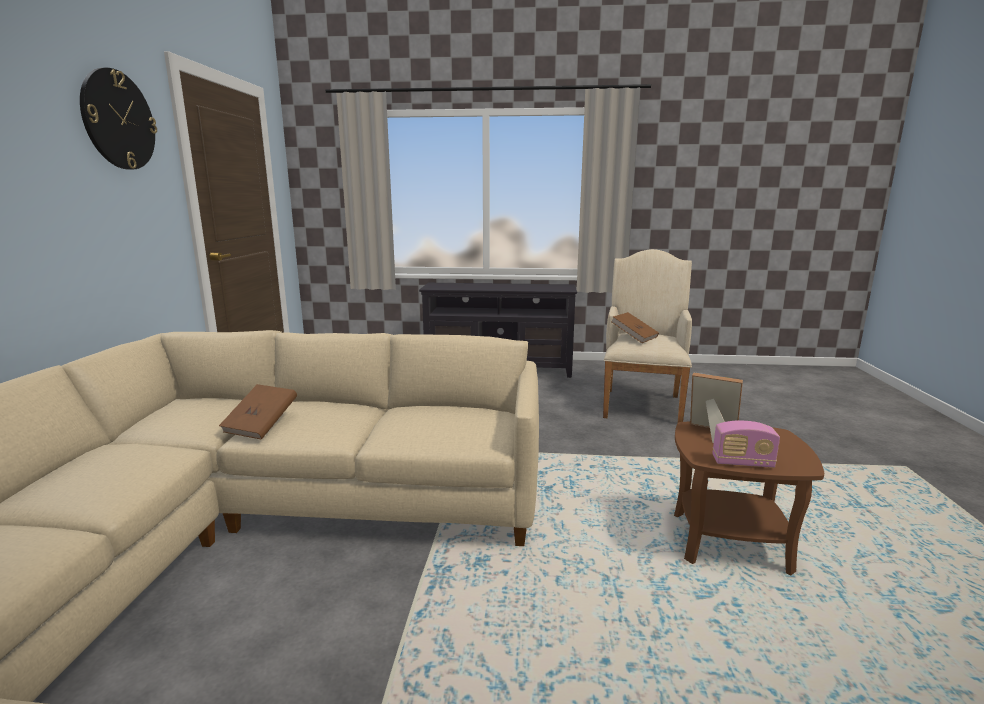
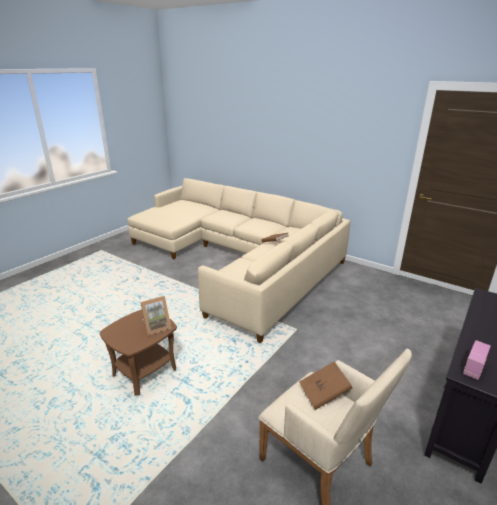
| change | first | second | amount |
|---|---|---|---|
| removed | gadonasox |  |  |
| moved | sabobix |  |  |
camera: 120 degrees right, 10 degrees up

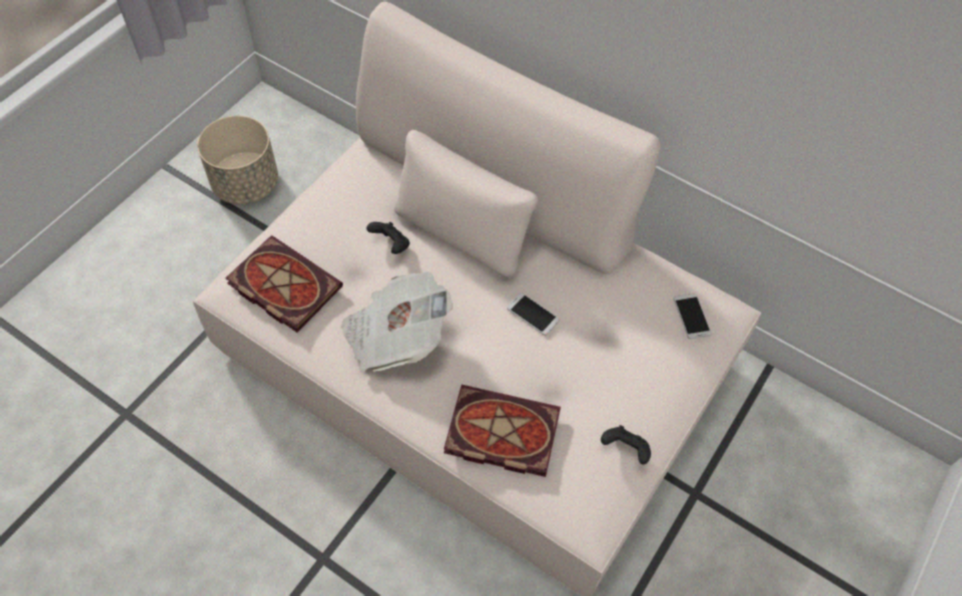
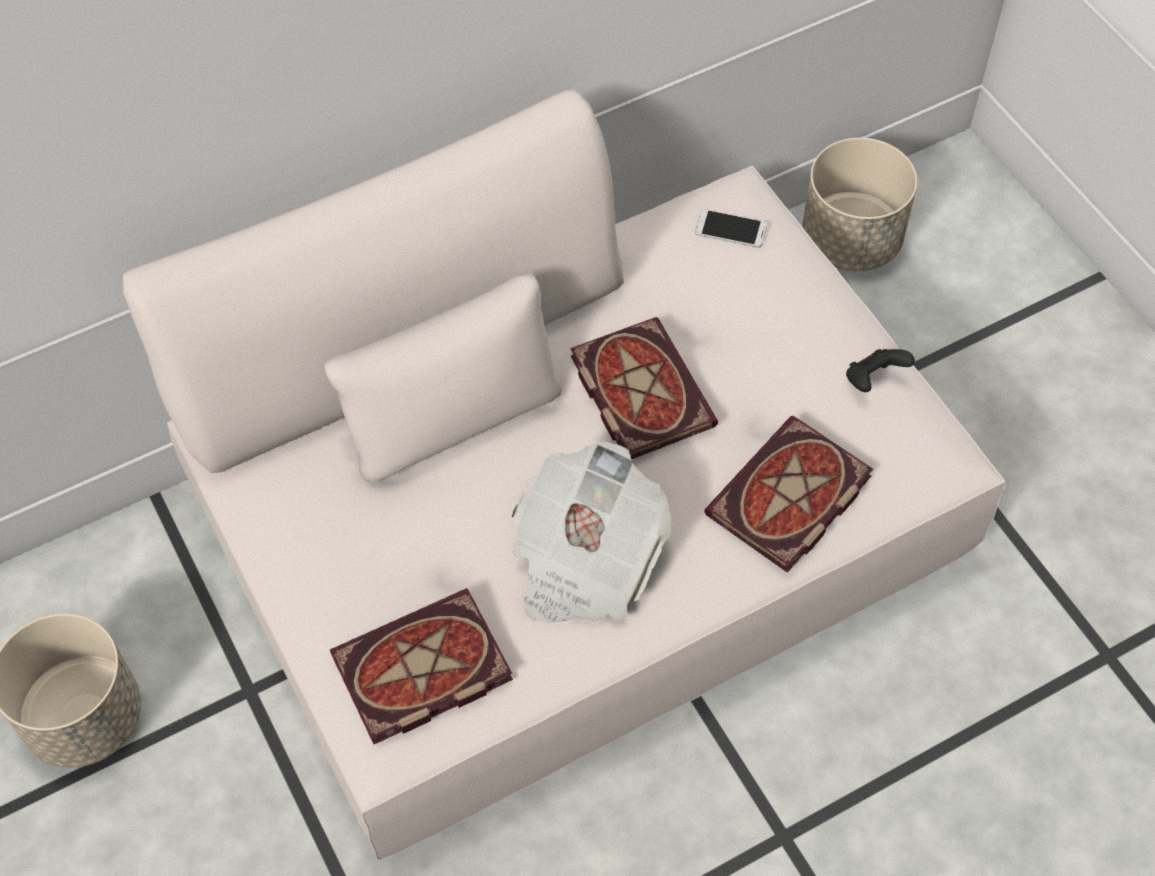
| change | first | second | amount |
|---|---|---|---|
| removed | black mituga (1st from left) |  |  |
| added |  | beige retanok (2nd from left) |  |
| replaced | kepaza (1st from left) | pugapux (2nd from left) |  |
camera: 60 degrees left, 0 degrees up

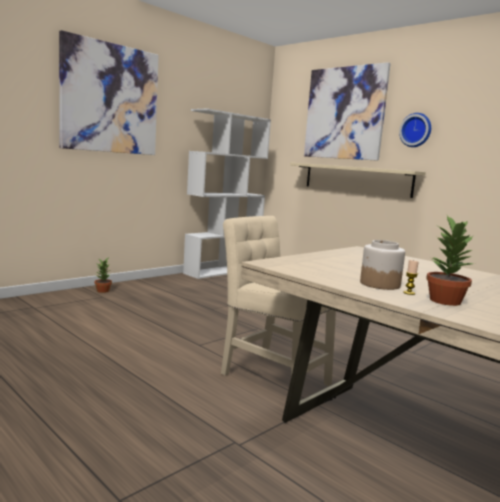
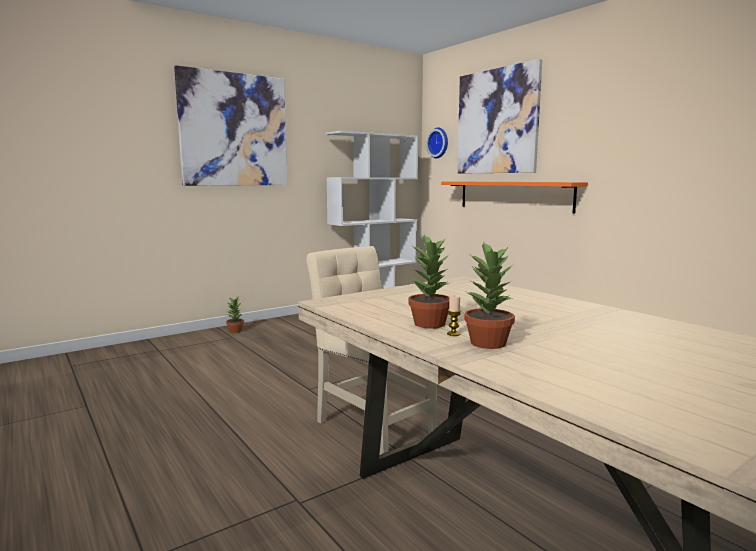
| change | first | second | amount |
|---|---|---|---|
| moved | gadonasox |  |  |
| replaced | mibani | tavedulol (2nd from left) |  |
| recoloured | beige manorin | orange manorin |  |
camera: 10 degrees right, 0 degrees up

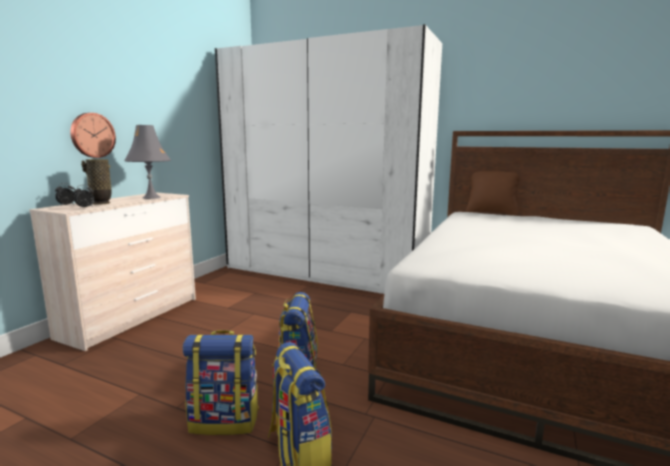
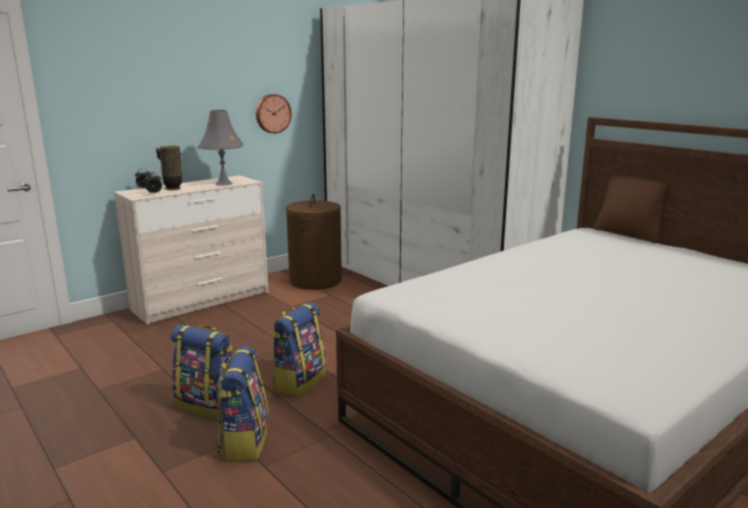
| change | first | second | amount |
|---|---|---|---|
| added |  | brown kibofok |  |
| moved | gadonasox |  |  |
camera: 25 degrees right, 5 degrees up

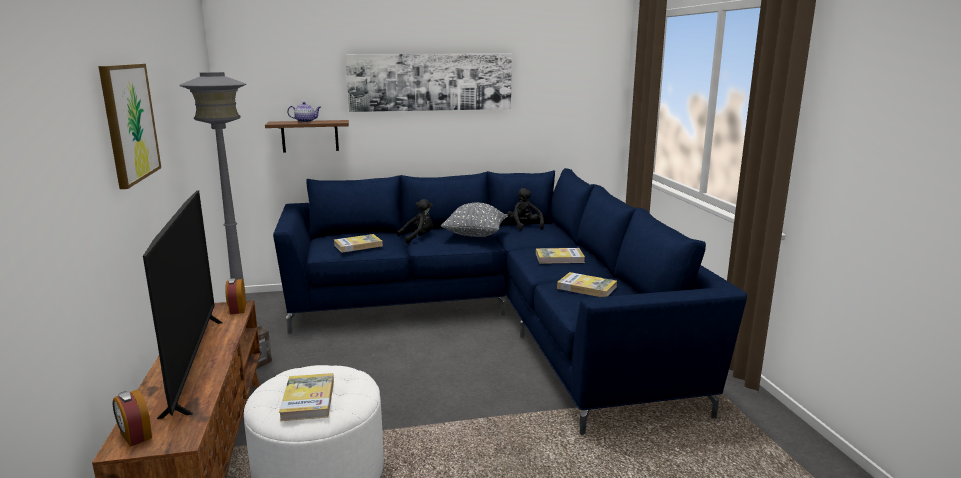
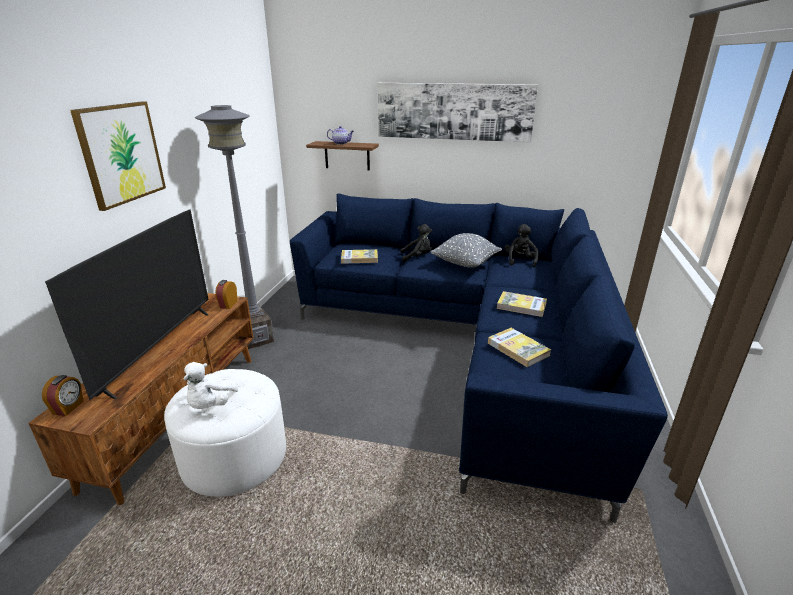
| change | first | second | amount |
|---|---|---|---|
| replaced | pugapux (1st from left) | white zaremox |  |
| turned | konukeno (1st from left) |  | 150 degrees counterclockwise |
camera: 25 degrees right, 10 degrees up

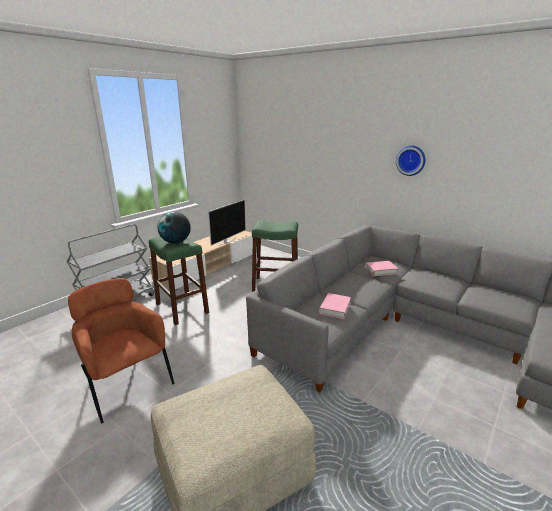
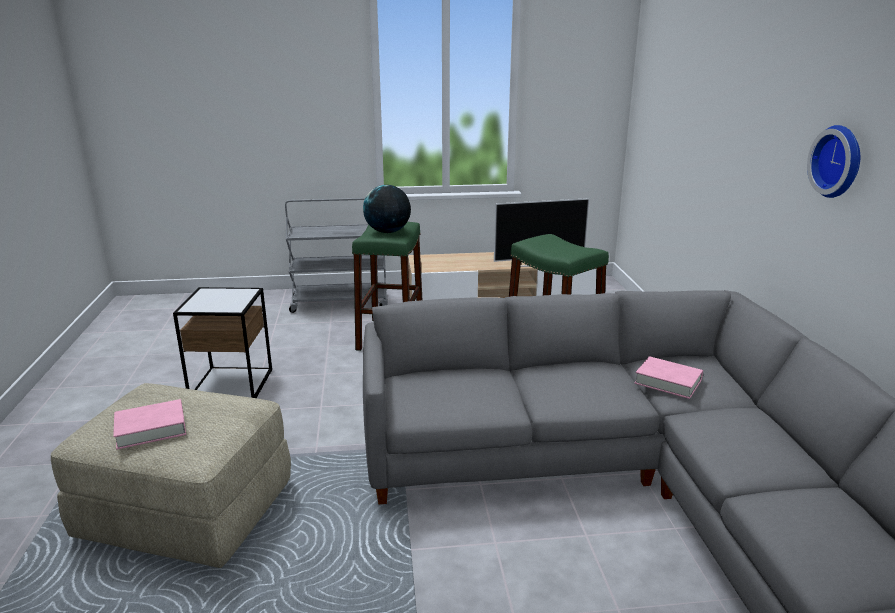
| change | first | second | amount |
|---|---|---|---|
| moved | pink pugapux (1st from left) |  |  |
| replaced | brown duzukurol | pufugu |  |
camera: 45 degrees right, 0 degrees up

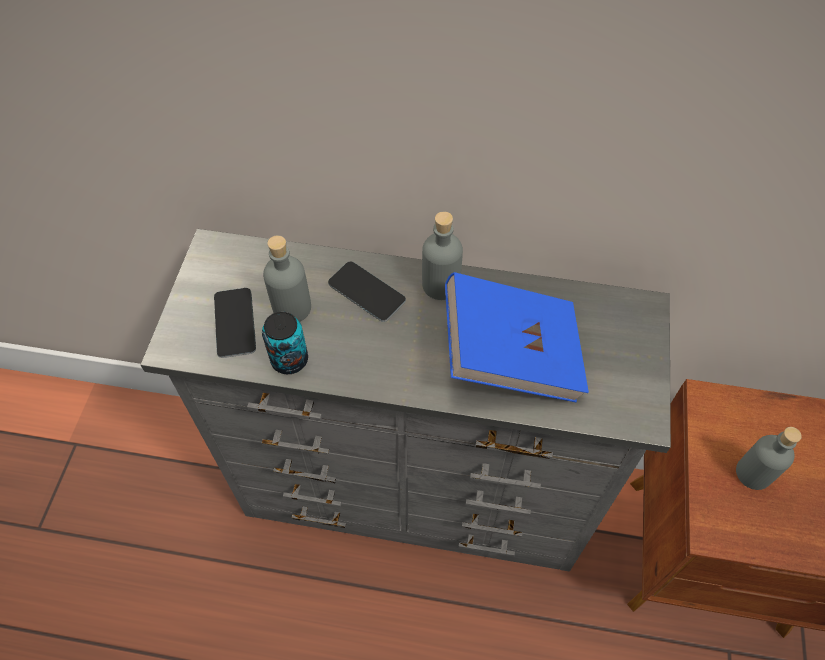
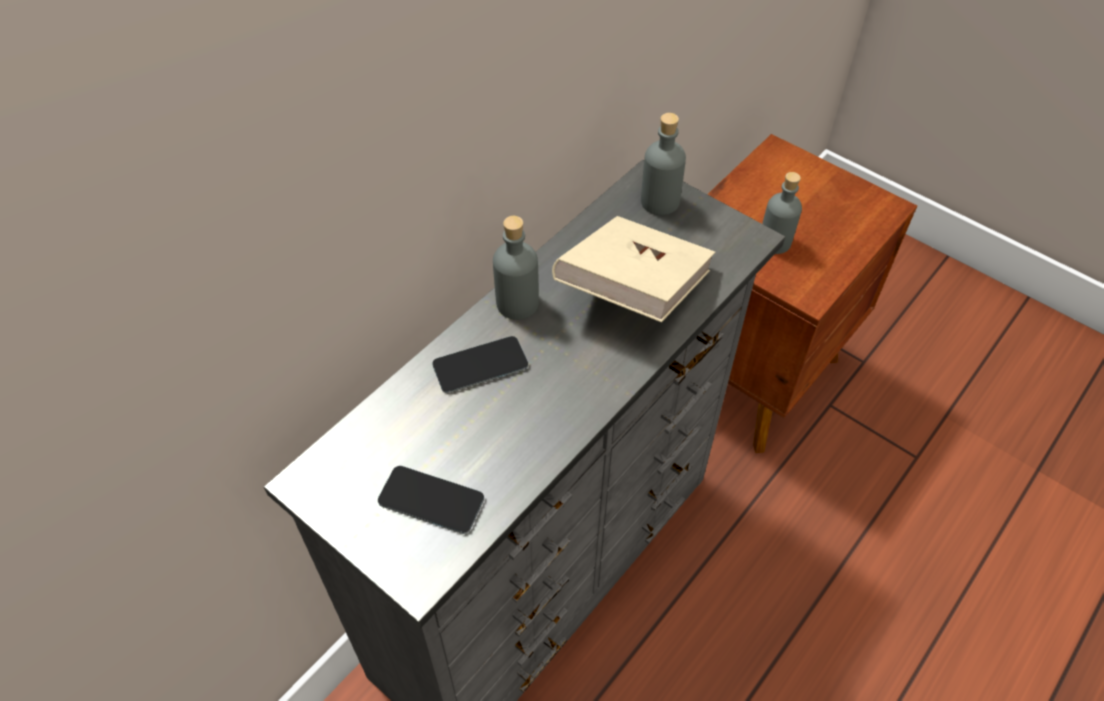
| change | first | second | amount |
|---|---|---|---|
| removed | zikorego |  |  |
| moved | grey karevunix (1st from left in the first image) | grey karevunix (2nd from left) |  |
| recoloured | blue pugapux | beige pugapux |  |
camera: 60 degrees left, 5 degrees down

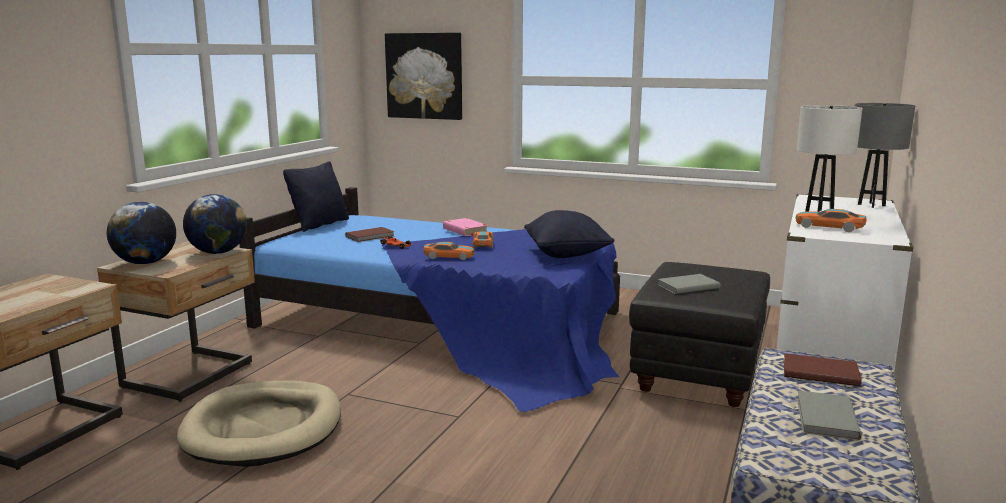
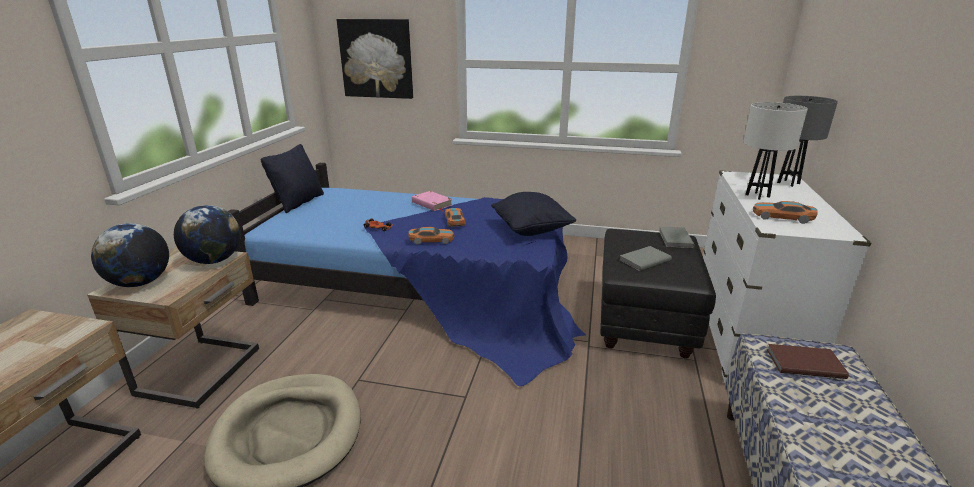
| change | first | second | amount |
|---|---|---|---|
| removed | brown pugapux (1st from left) |  |  |
| moved | grey pugapux (2nd from left) |  |  |
camera: 10 degrees left, 10 degrees up

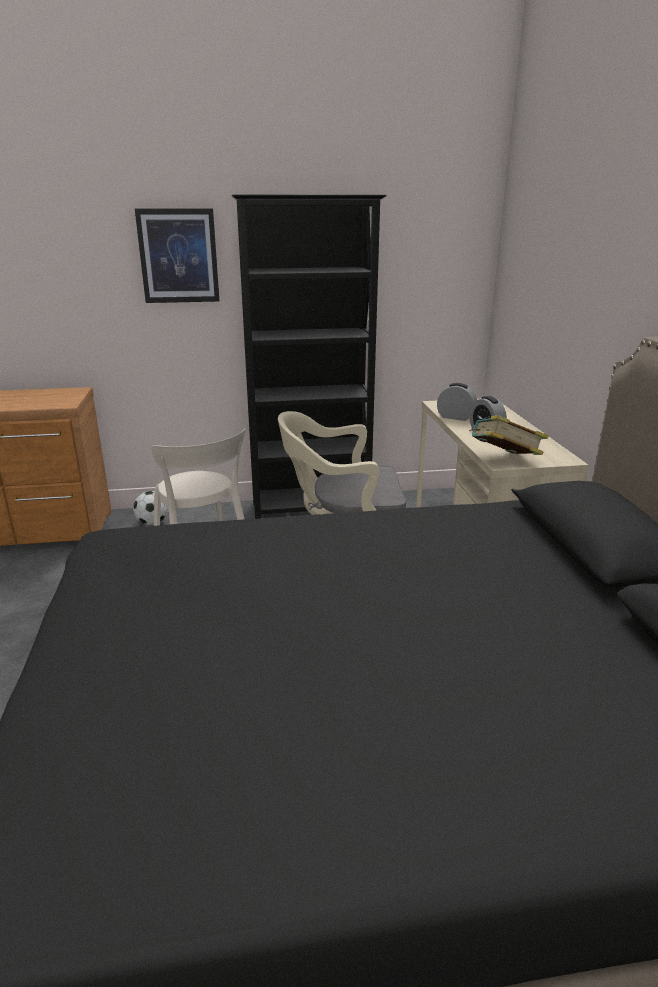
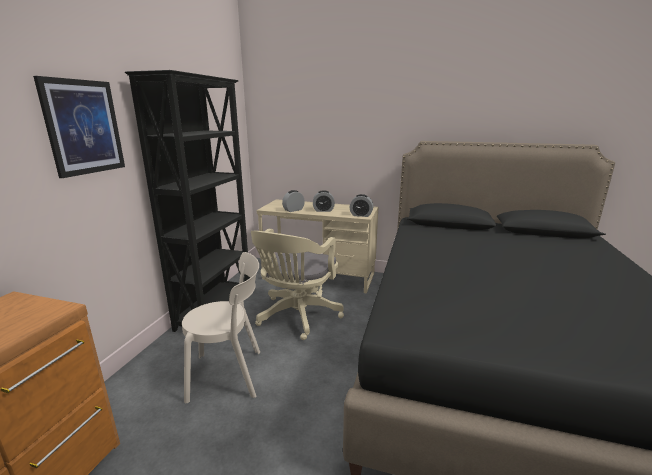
| change | first | second | amount |
|---|---|---|---|
| removed | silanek |  |  |
| replaced | pugapux | konukeno (3rd from left) |  |
camera: 65 degrees left, 5 degrees down

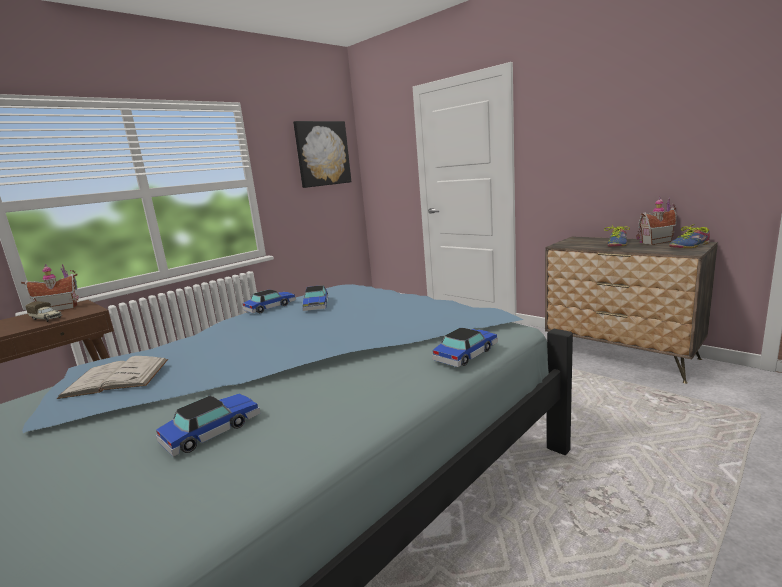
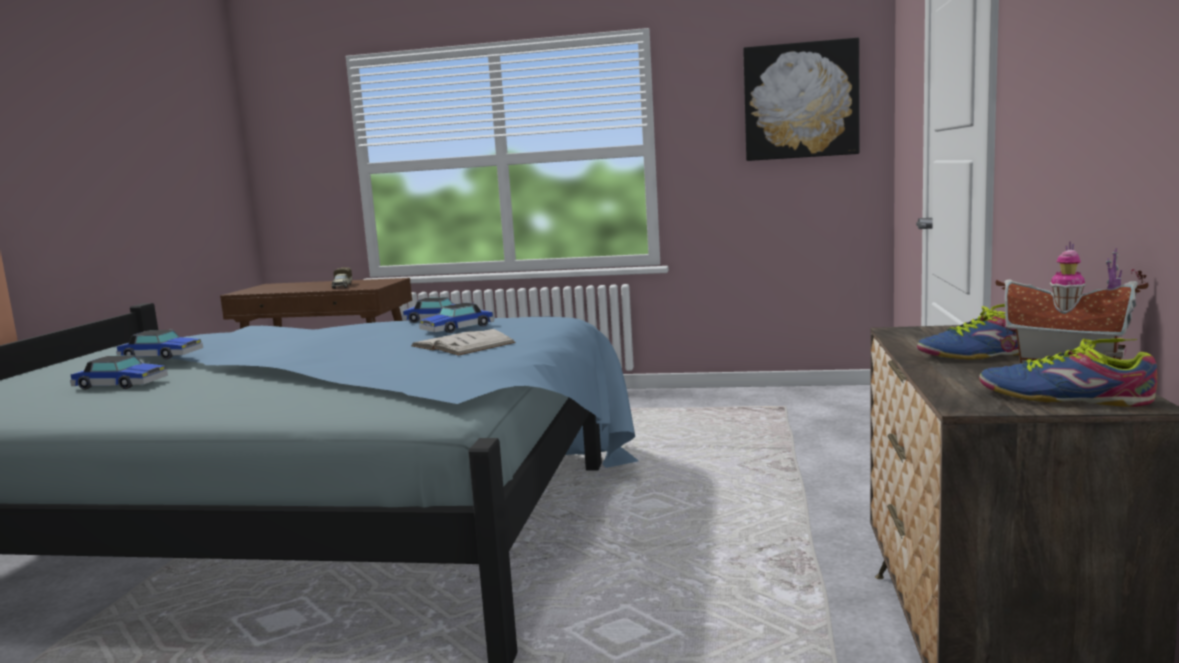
| change | first | second | amount |
|---|---|---|---|
| removed | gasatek (1st from left) |  |  |
| moved | white pugapux |  |  |
| moved | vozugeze (4th from left in the first image) | vozugeze (2nd from left) |  |
camera: 55 degrees right, 5 degrees down

